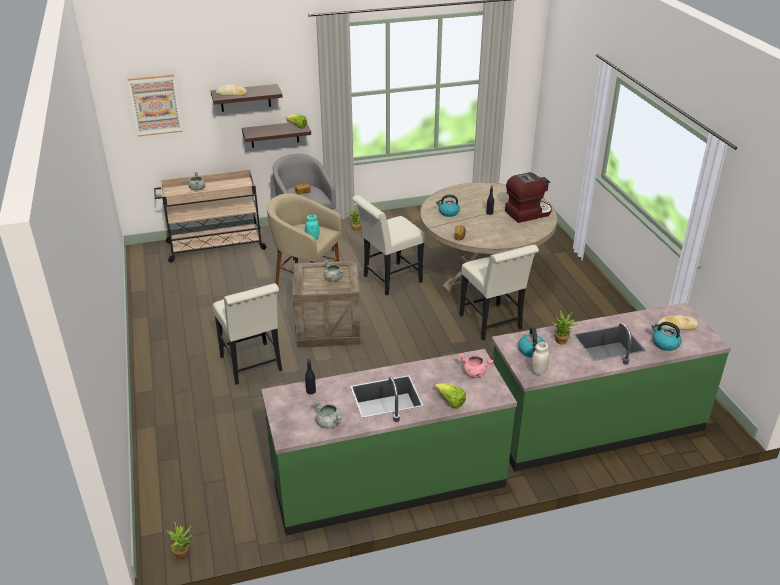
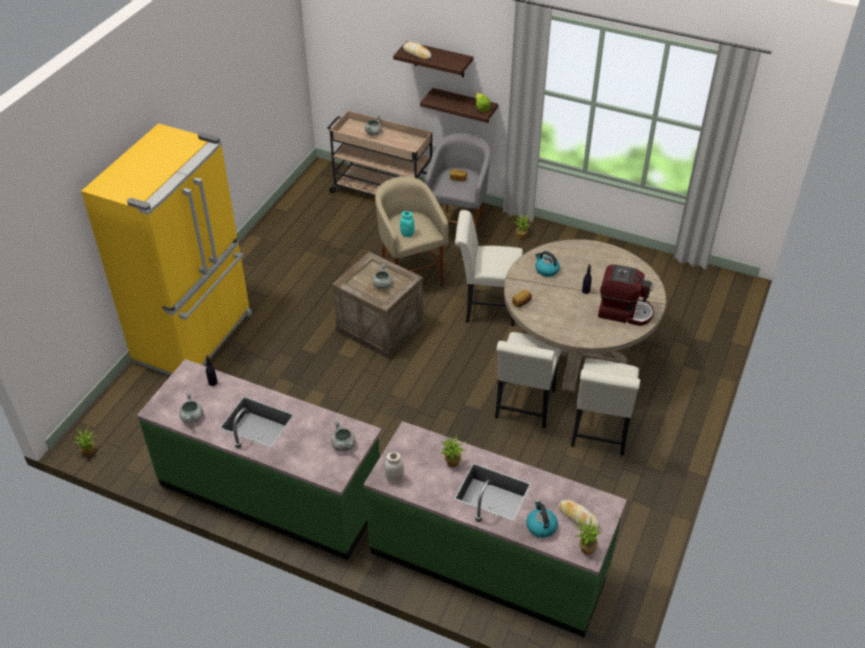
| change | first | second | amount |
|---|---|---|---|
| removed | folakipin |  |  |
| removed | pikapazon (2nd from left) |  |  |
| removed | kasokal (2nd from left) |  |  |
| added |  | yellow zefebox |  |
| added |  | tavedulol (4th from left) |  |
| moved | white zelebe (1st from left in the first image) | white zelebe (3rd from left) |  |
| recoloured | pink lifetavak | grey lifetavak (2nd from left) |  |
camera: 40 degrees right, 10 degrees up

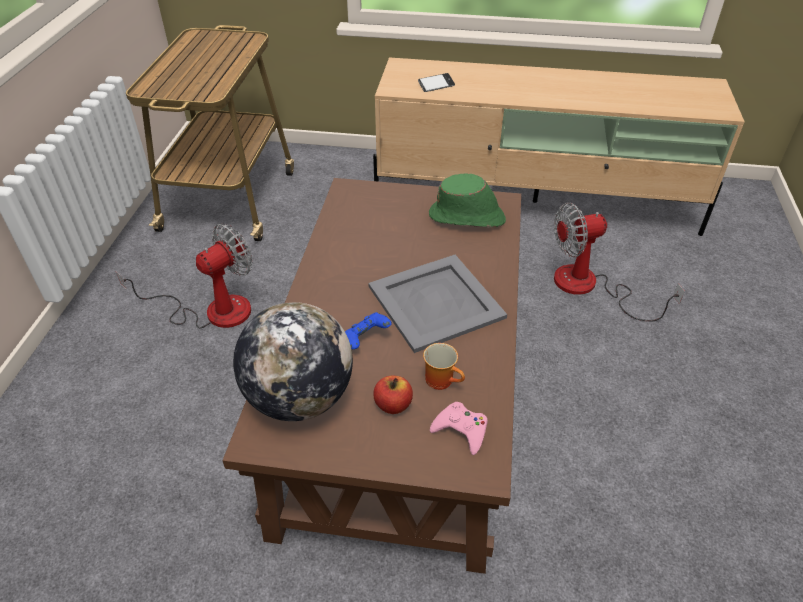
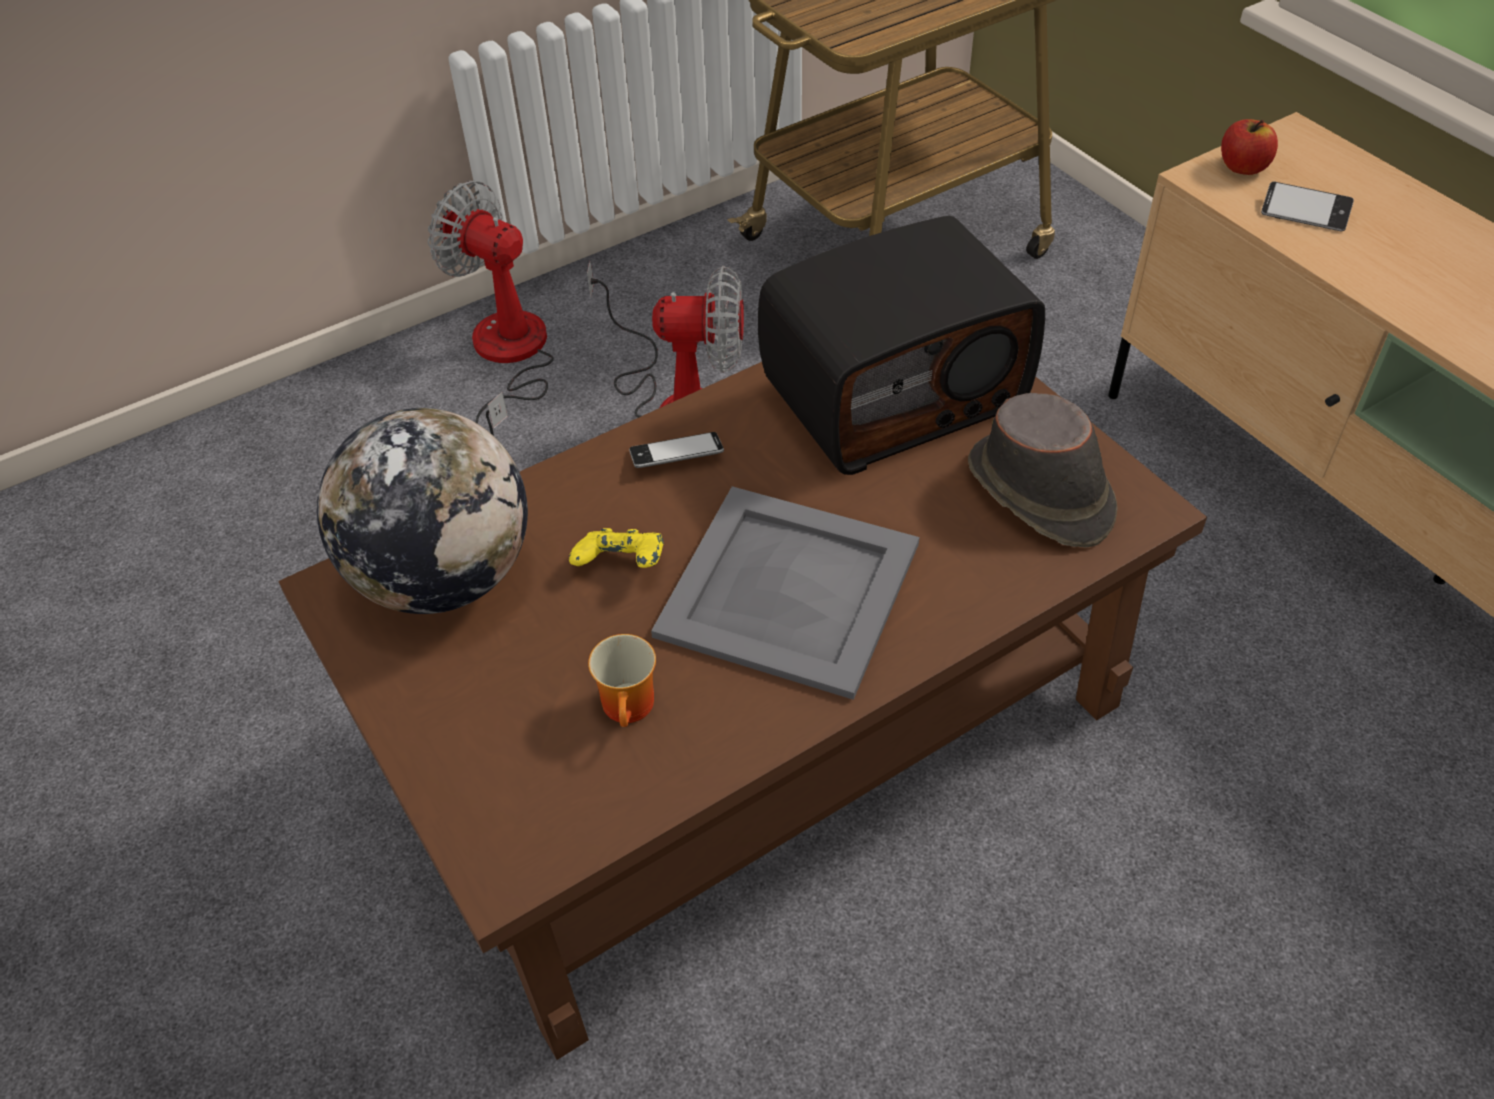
| change | first | second | amount |
|---|---|---|---|
| removed | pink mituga |  |  |
| added |  | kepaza (1st from left) |  |
| added |  | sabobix |  |
| moved | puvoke |  |  |
| moved | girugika (2nd from left in the first image) | girugika (1st from left) |  |
| recoloured | blue mituga | yellow mituga |  |
| recoloured | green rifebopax | brown rifebopax |  |
camera: 50 degrees right, 5 degrees up

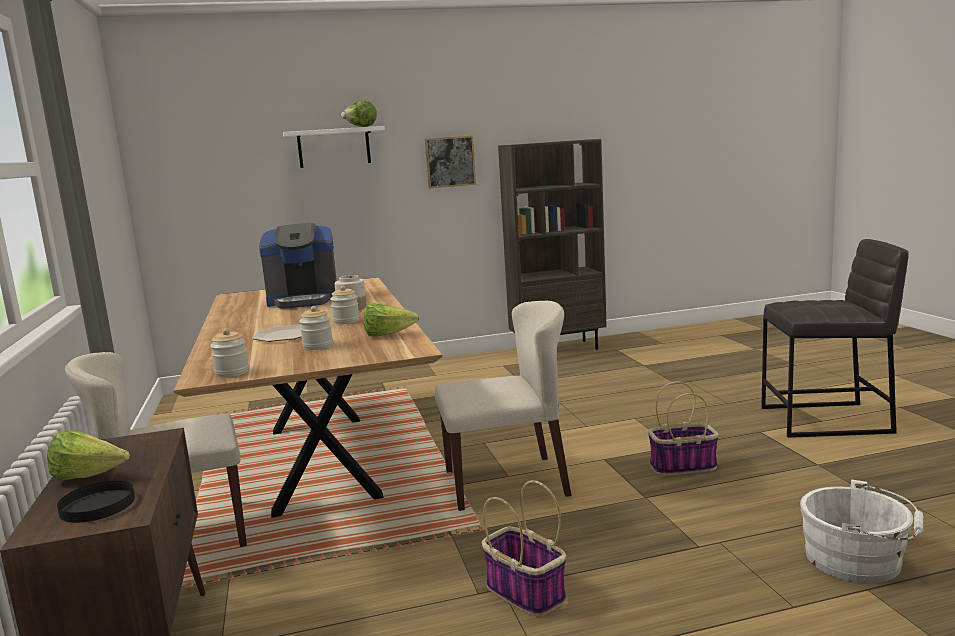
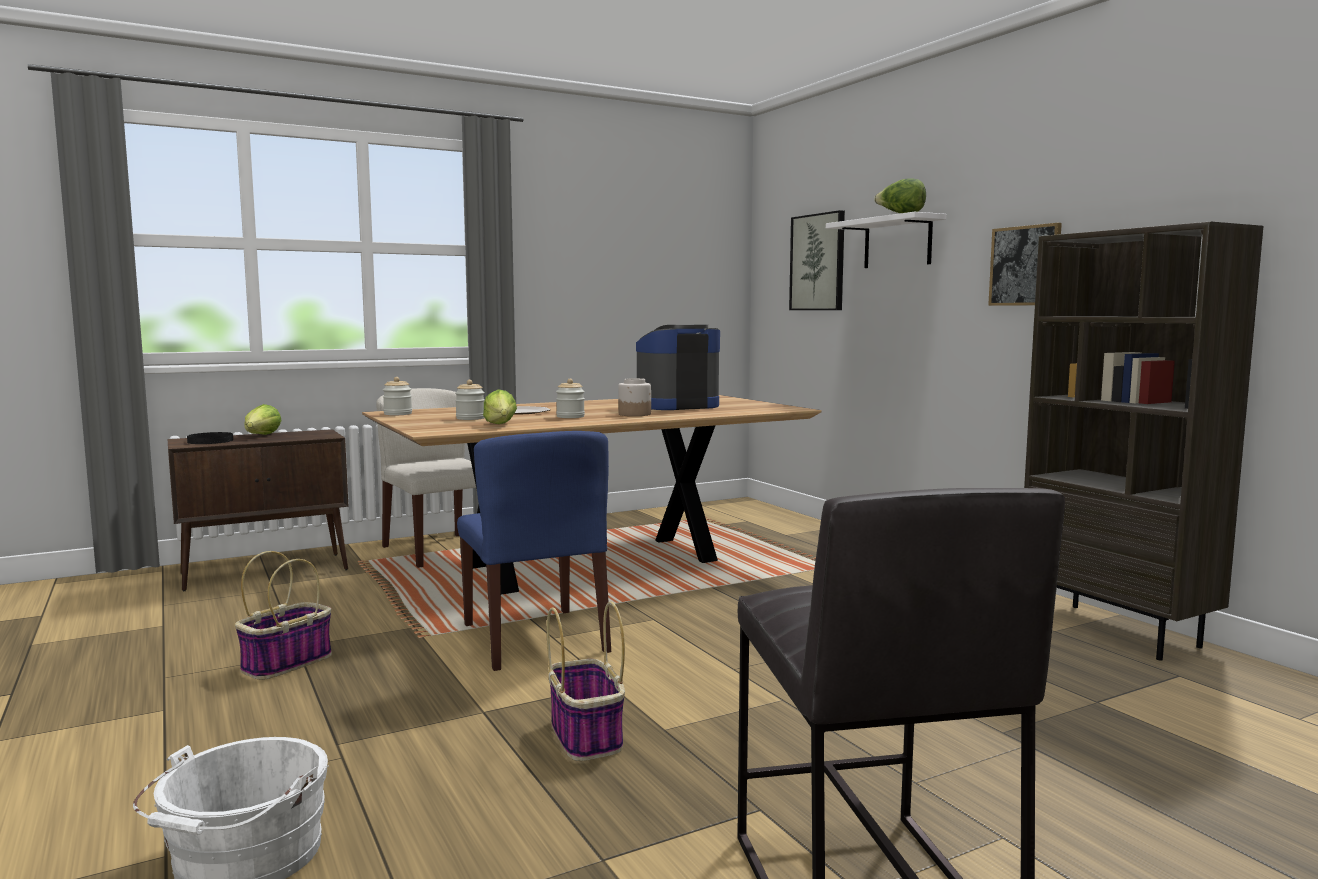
| change | first | second | amount |
|---|---|---|---|
| added |  | folakipin (1st from left) |  |
| recoloured | beige zelebe (2nd from left) | blue zelebe |  |
| turned | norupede |  | 90 degrees clockwise |
camera: 75 degrees right, 5 degrees down

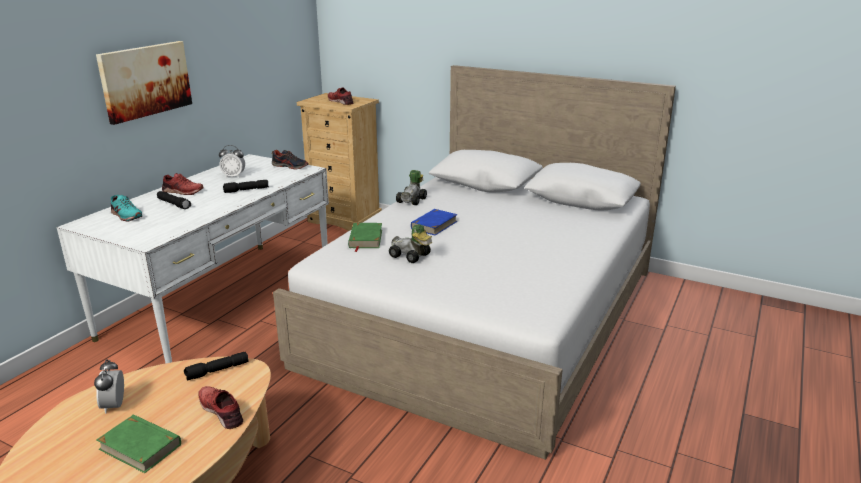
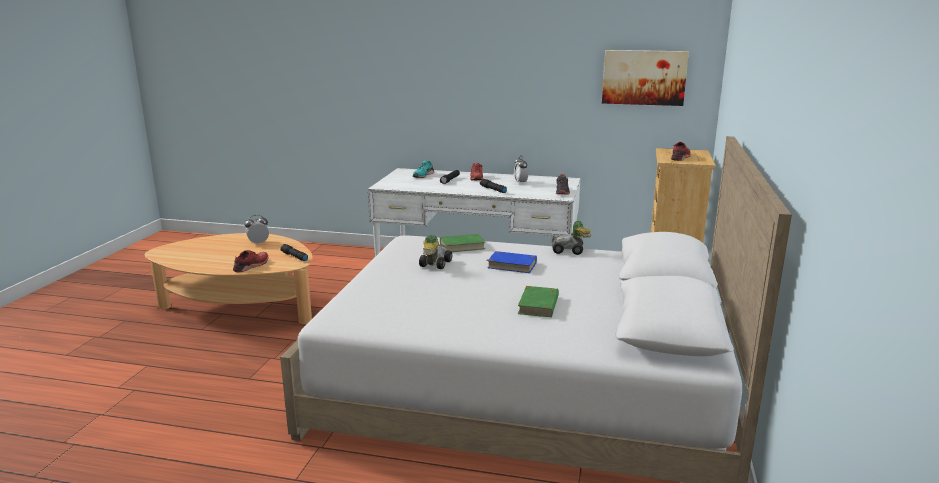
| change | first | second | amount |
|---|---|---|---|
| moved | folakipin |  |  |
| moved | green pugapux (1st from left in the first image) | green pugapux (2nd from left) |  |
camera: 75 degrees right, 5 degrees down

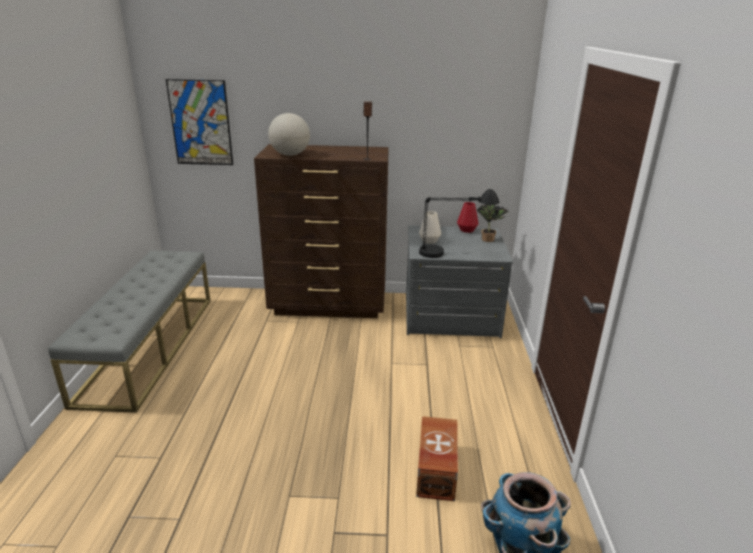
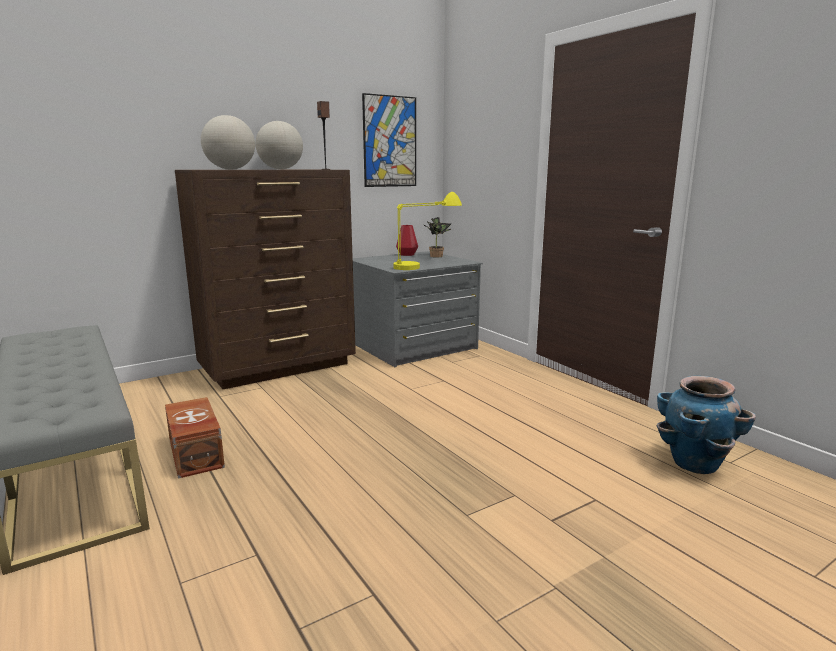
| change | first | second | amount |
|---|---|---|---|
| removed | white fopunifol |  |  |
| added |  | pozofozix (2nd from left) |  |
| moved | folakipin |  |  |
| moved | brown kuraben |  |  |
| recoloured | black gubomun | yellow gubomun |  |
camera: 35 degrees left, 10 degrees down

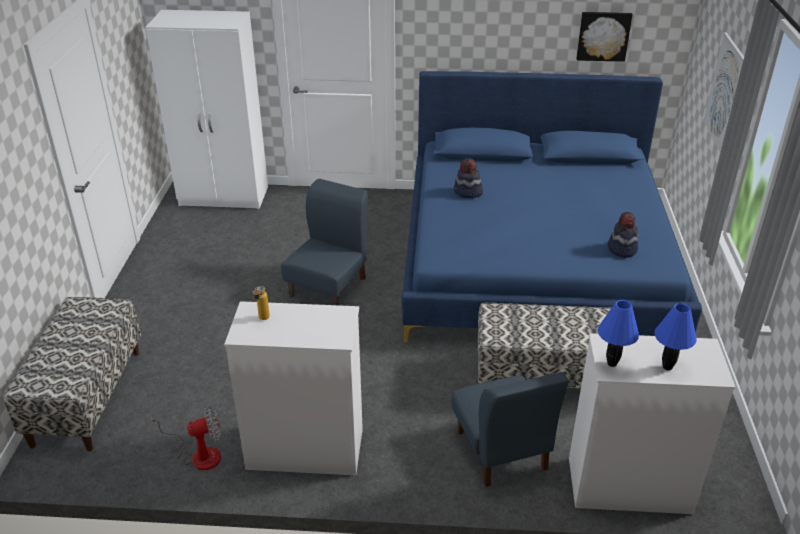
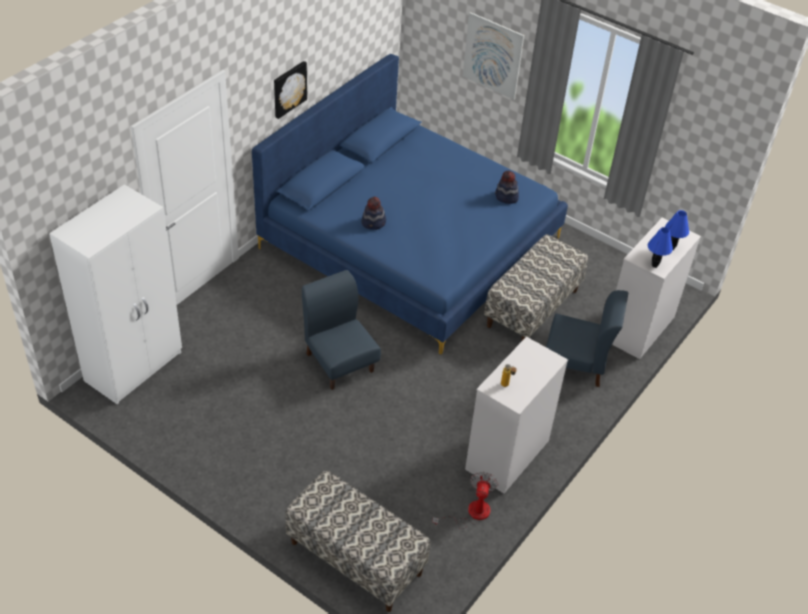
| change | first | second | amount |
|---|---|---|---|
| moved | folakipin (1st from left) |  |  |
camera: 60 degrees left, 10 degrees up

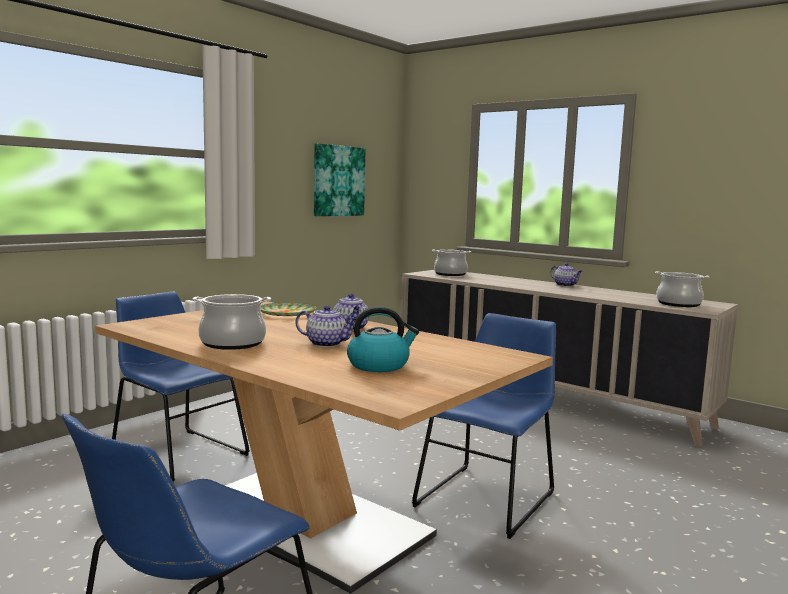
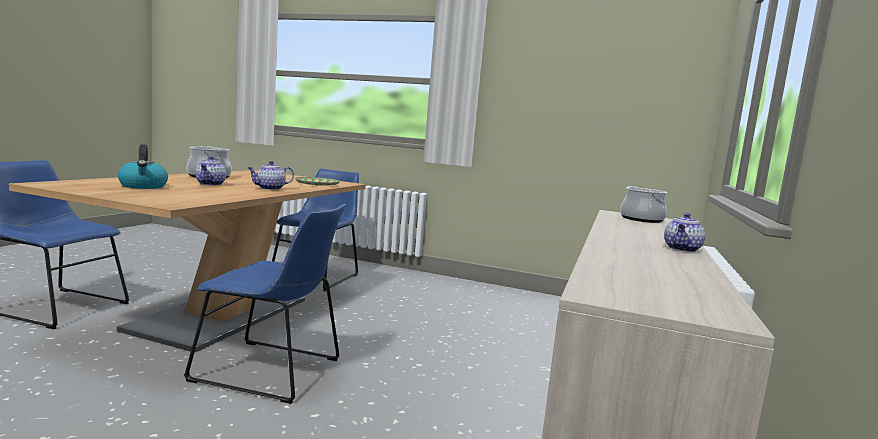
| change | first | second | amount |
|---|---|---|---|
| removed | folakipin |  |  |
| removed | lifetavak (3rd from left) |  |  |
camera: 70 degrees right, 0 degrees up

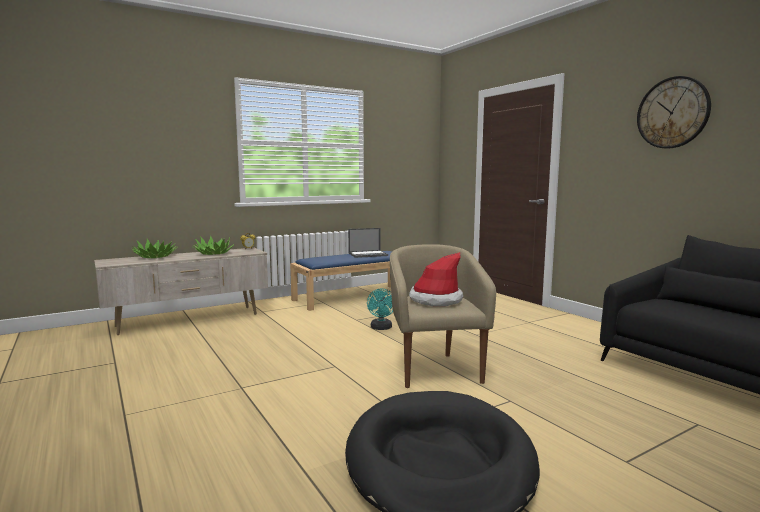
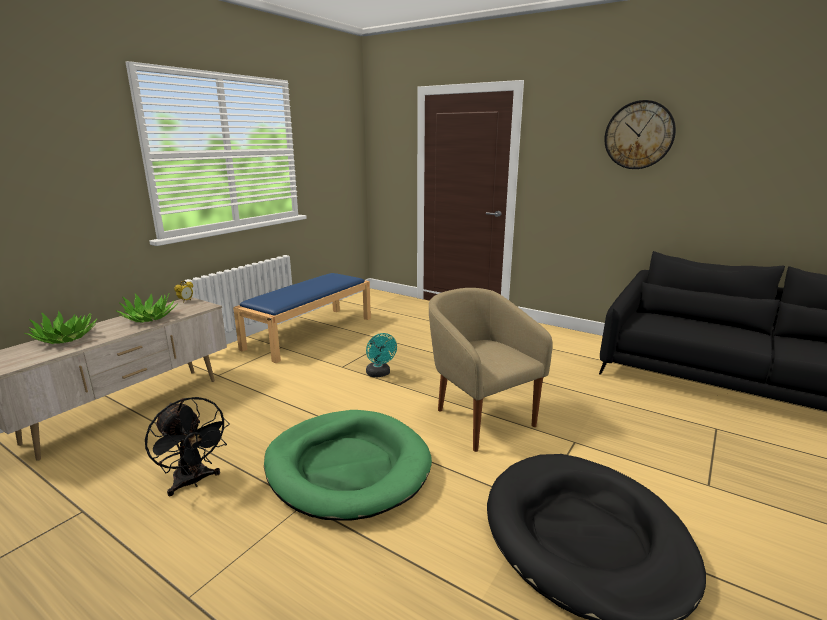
| change | first | second | amount |
|---|---|---|---|
| removed | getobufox |  |  |
| removed | rifebopax |  |  |
| added |  | black girugika |  |
| added |  | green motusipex |  |
camera: 25 degrees left, 10 degrees up

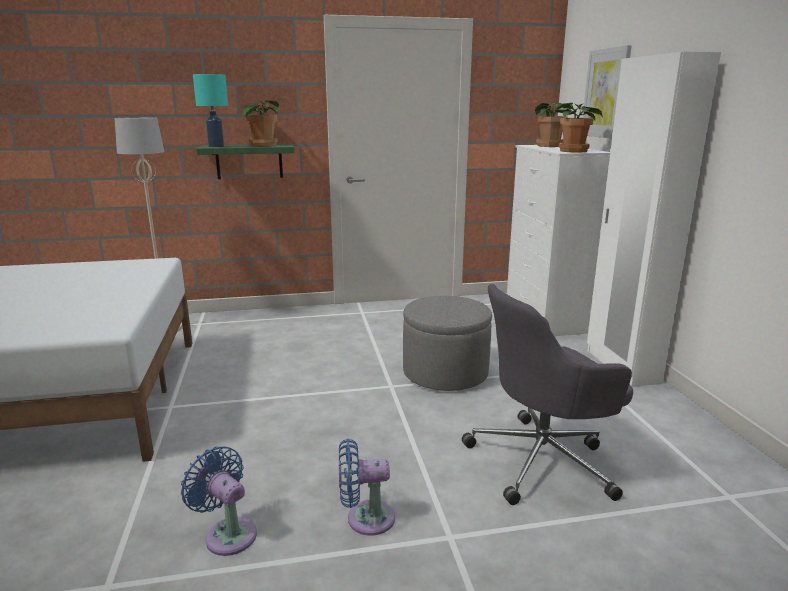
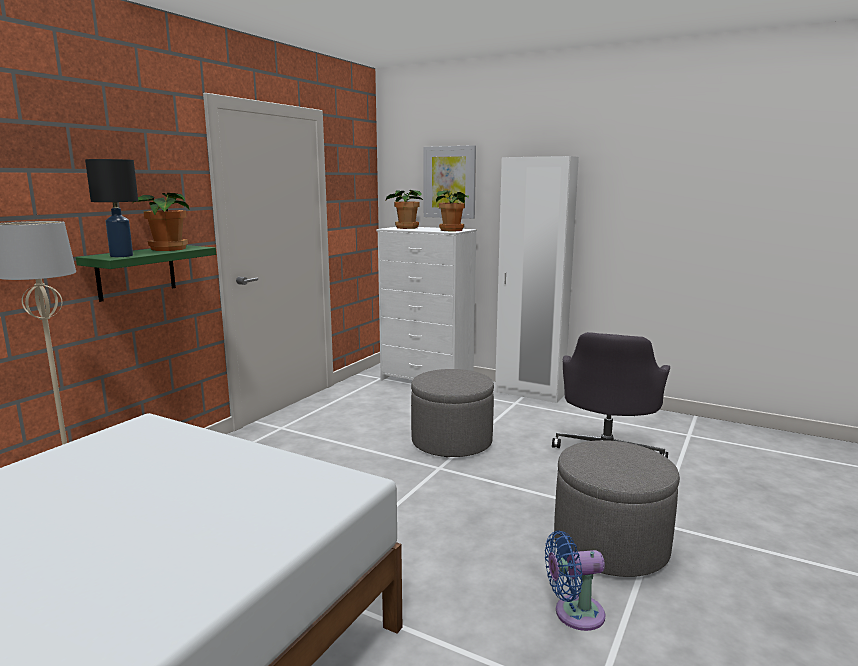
| change | first | second | amount |
|---|---|---|---|
| replaced | blue girugika (2nd from left) | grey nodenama (2nd from left) |  |
| recoloured | turquoise gubomun | black gubomun |  |
camera: 50 degrees left, 5 degrees down

